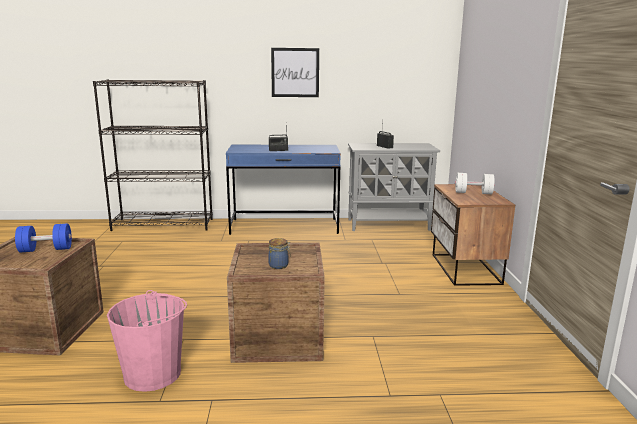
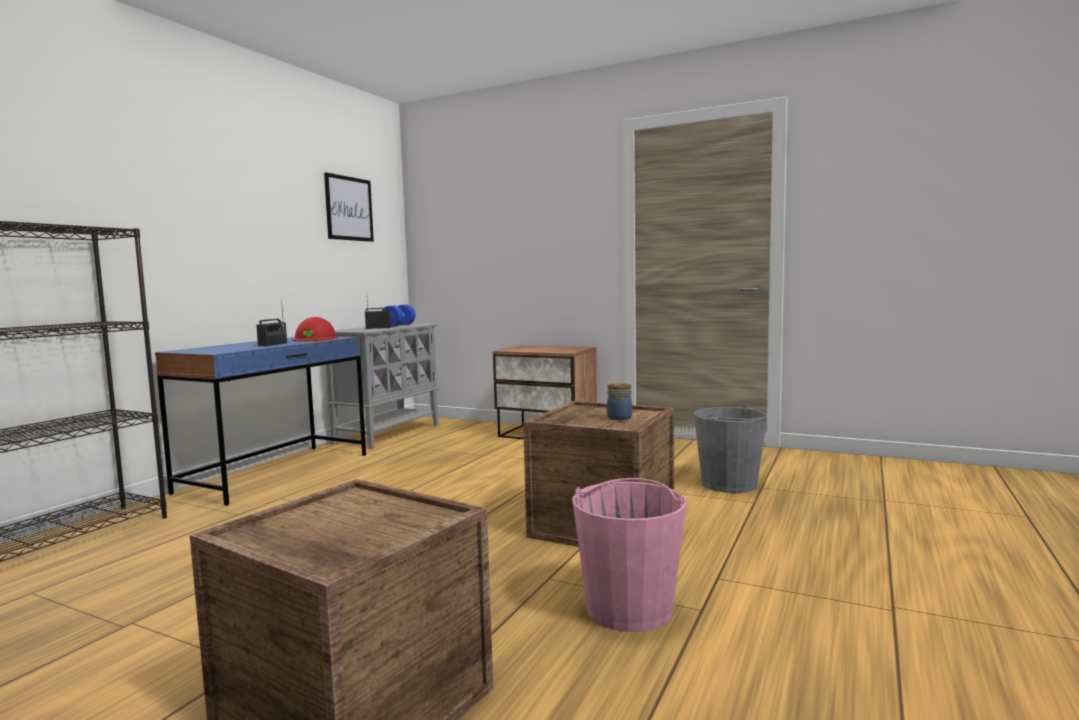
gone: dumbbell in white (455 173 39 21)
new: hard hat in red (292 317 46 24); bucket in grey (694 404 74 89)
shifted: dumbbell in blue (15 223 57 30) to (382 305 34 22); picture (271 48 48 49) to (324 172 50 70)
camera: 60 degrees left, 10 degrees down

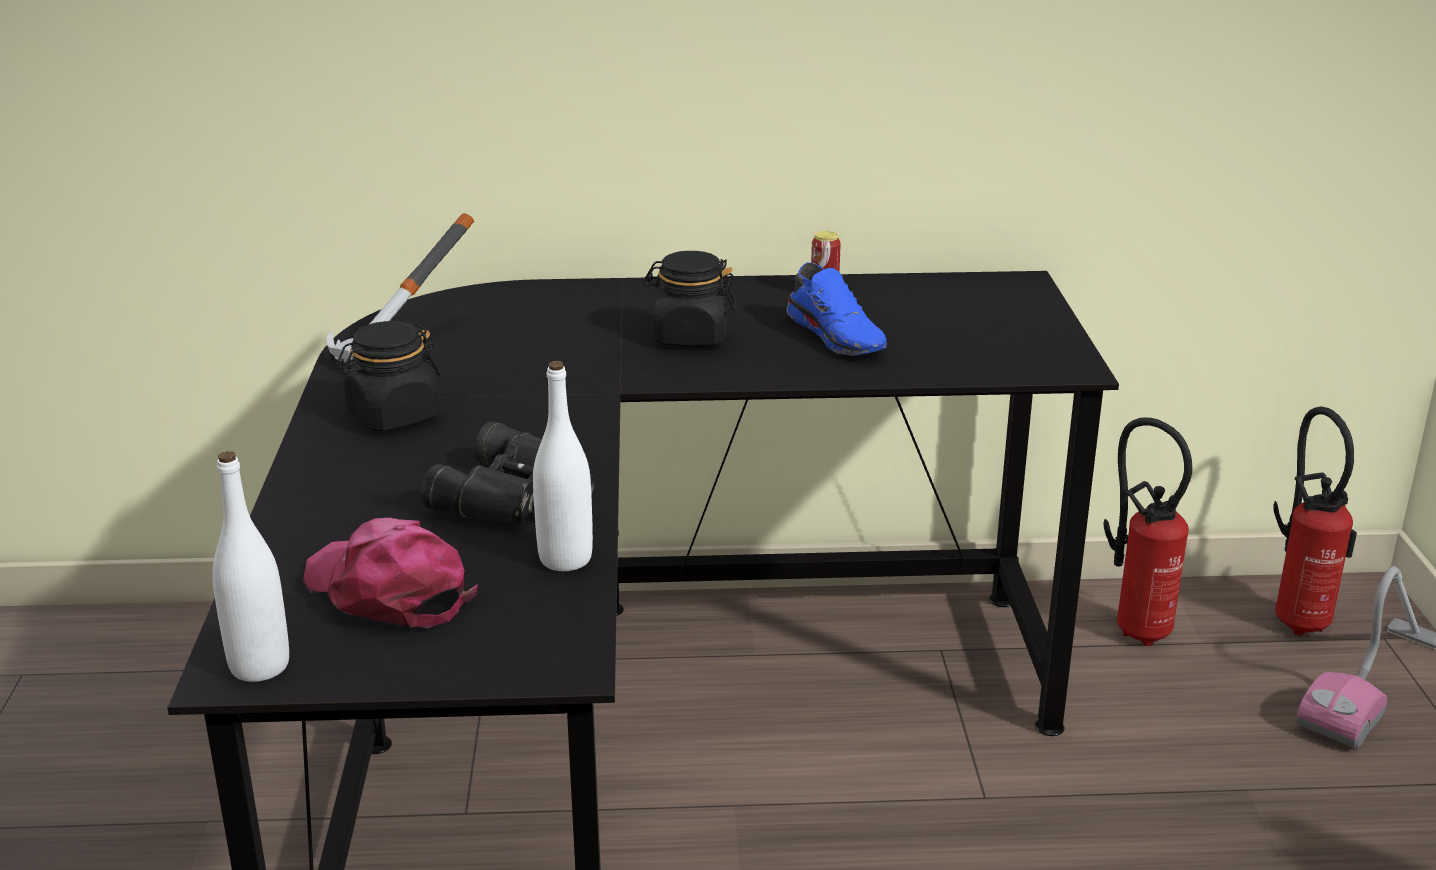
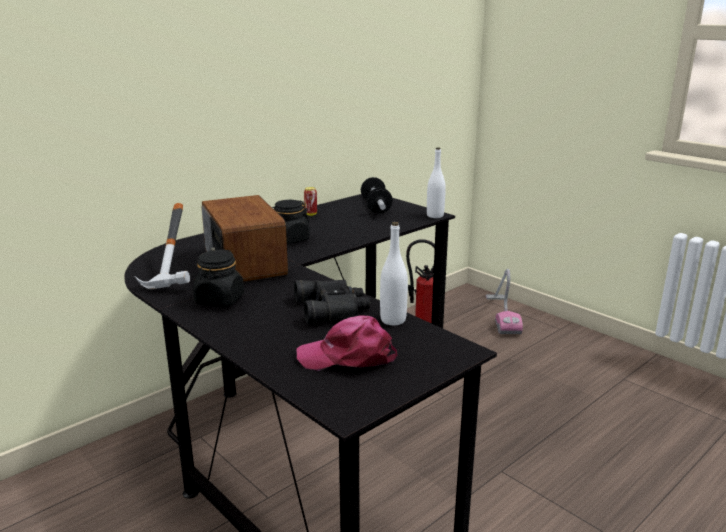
gone: shoe in blue (787 262 100 94); fire extinguisher (1273 406 84 230)
new: radio (202 195 86 86); dumbbell (361 177 32 37)
shifted: bottle in white (212 451 77 231) to (427 147 19 71)
camera: 40 degrees left, 5 degrees down

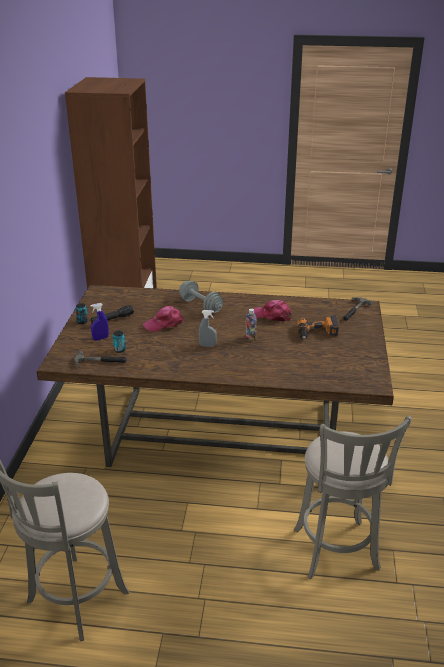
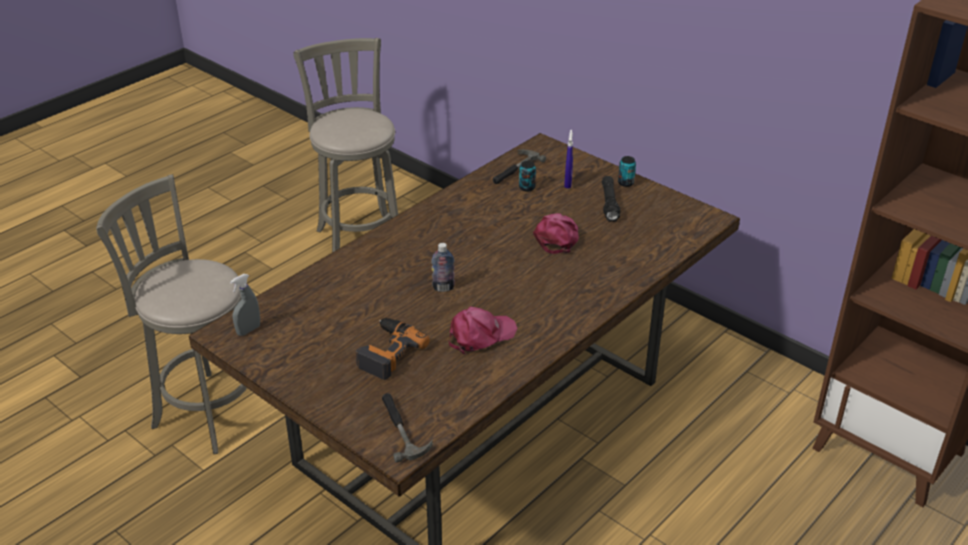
gone: dumbbell in grey (179 281 44 32)
shifted: spray bottle in grey (199 310 18 37) to (230 274 30 62)
camera: 125 degrees right, 5 degrees up

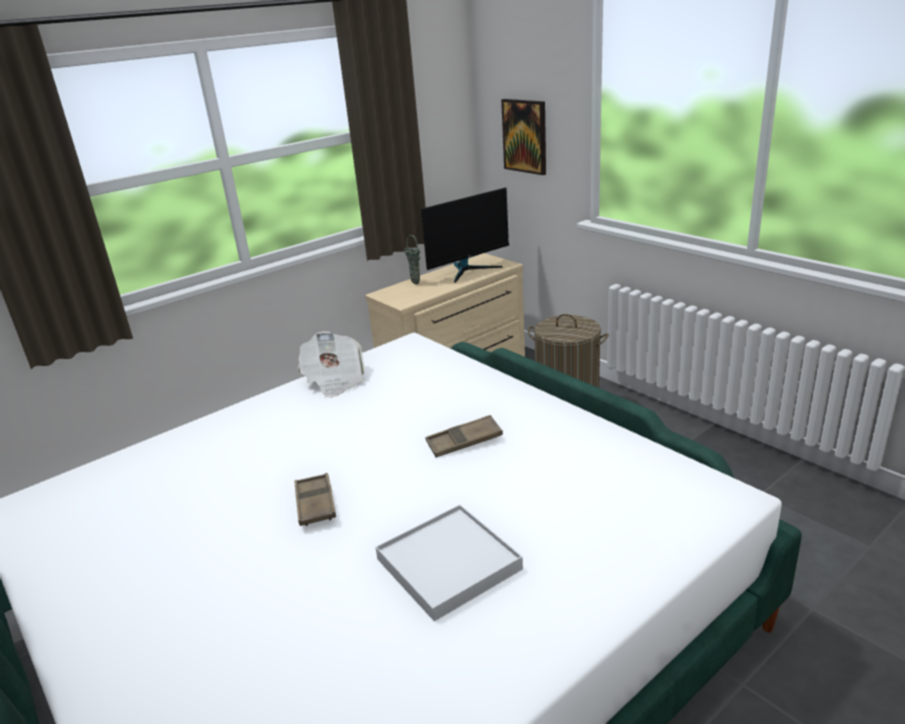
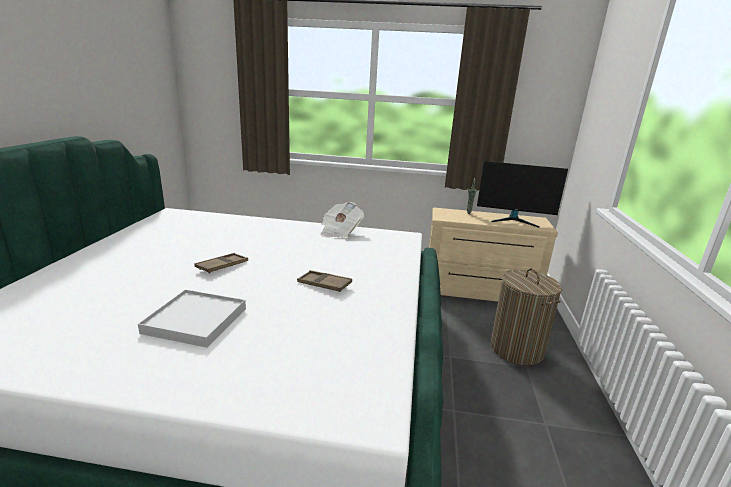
gone: picture (501 99 45 76)
camera: 45 degrees right, 5 degrees down

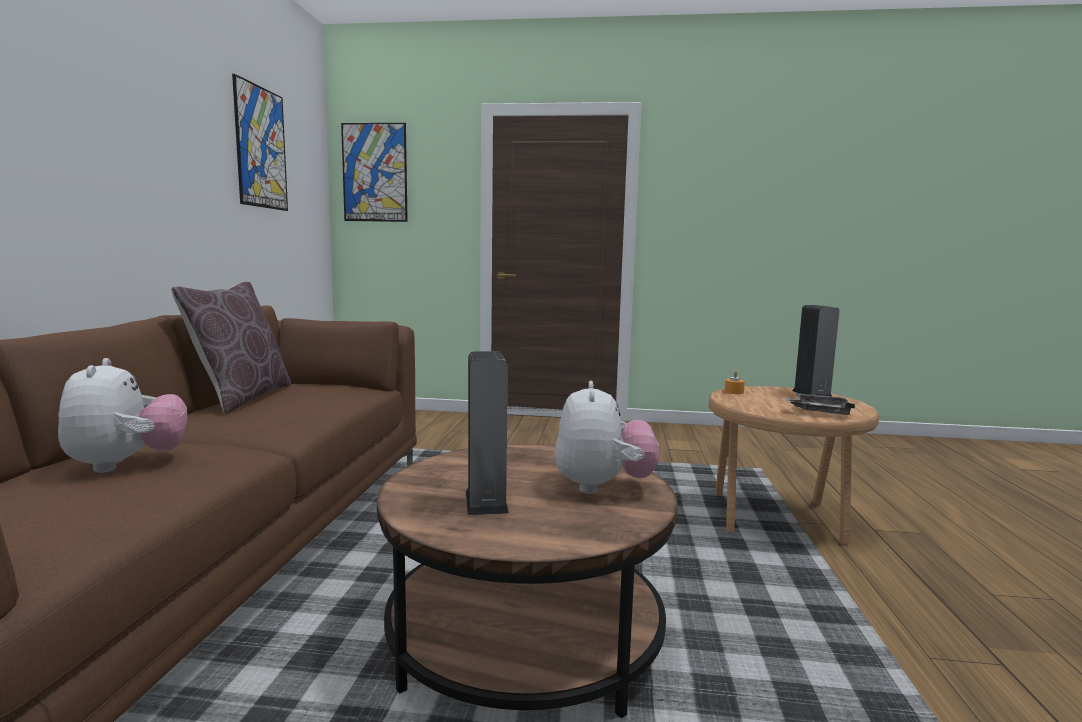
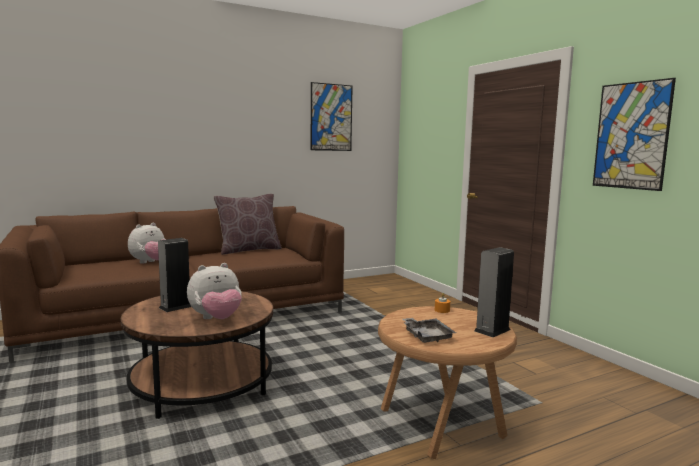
shifted: picture (341 123 67 99) to (593 78 83 113)
camera: 55 degrees right, 0 degrees up

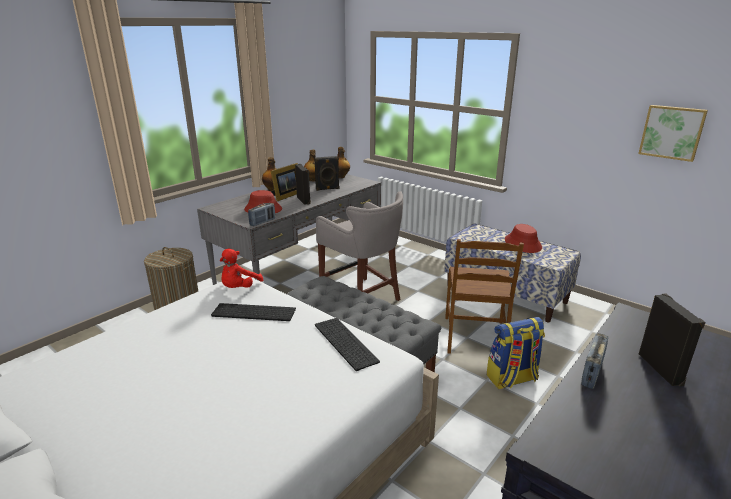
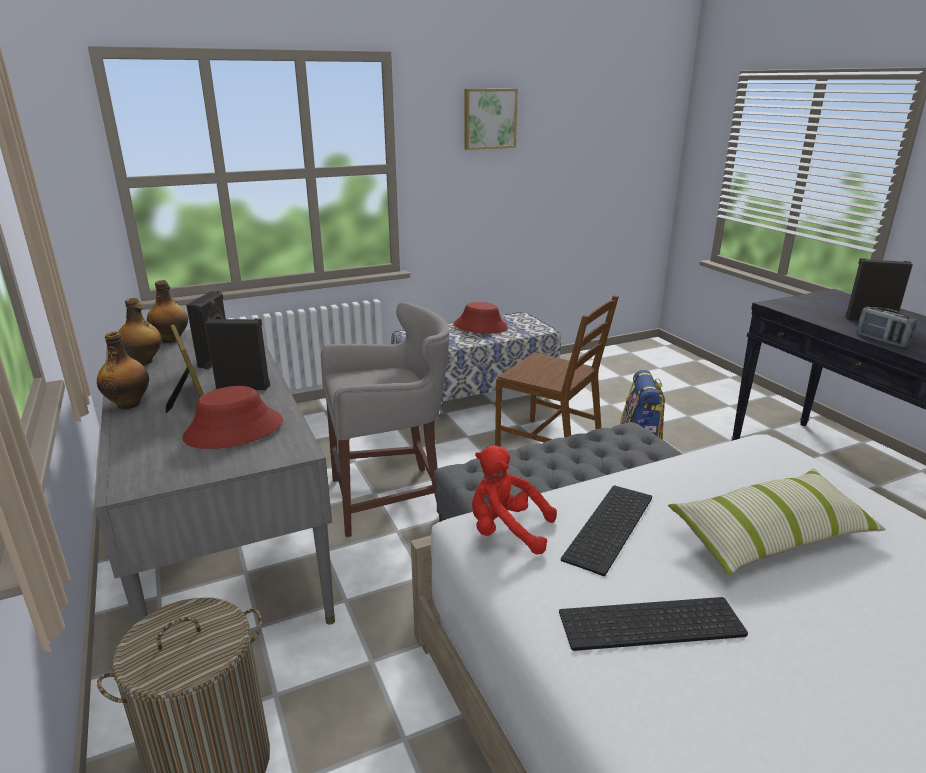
gone: radio (248 203 27 23)
new: pillow (668 468 218 108)
shifted: keyboard (315 318 65 53) to (559 597 189 54); picture (638 105 70 57) to (464 89 54 61)
rotated: plush toy in red (220 248 43 40) = (472 445 85 109) 150 degrees clockwise
camera: 65 degrees left, 0 degrees up

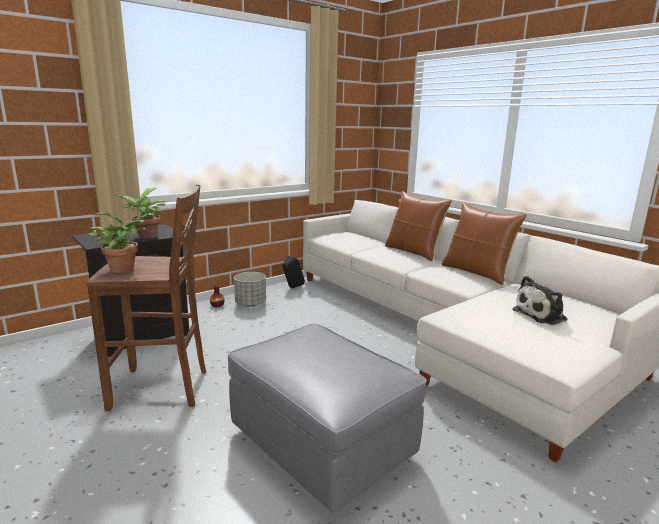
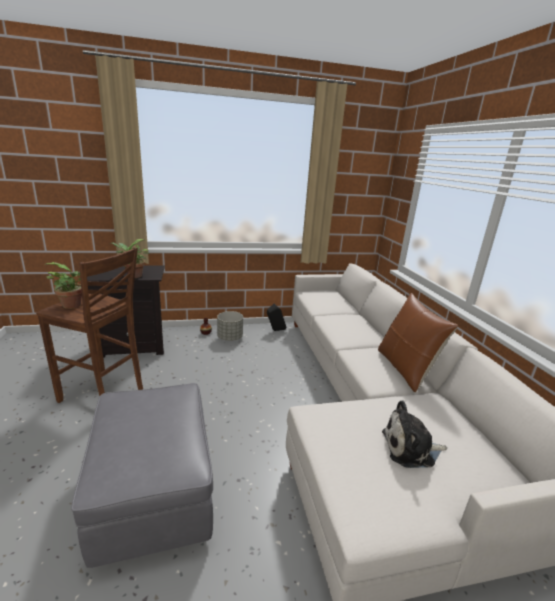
gone: pillow in brown (385 191 67 70)
camera: 25 degrees right, 5 degrees up

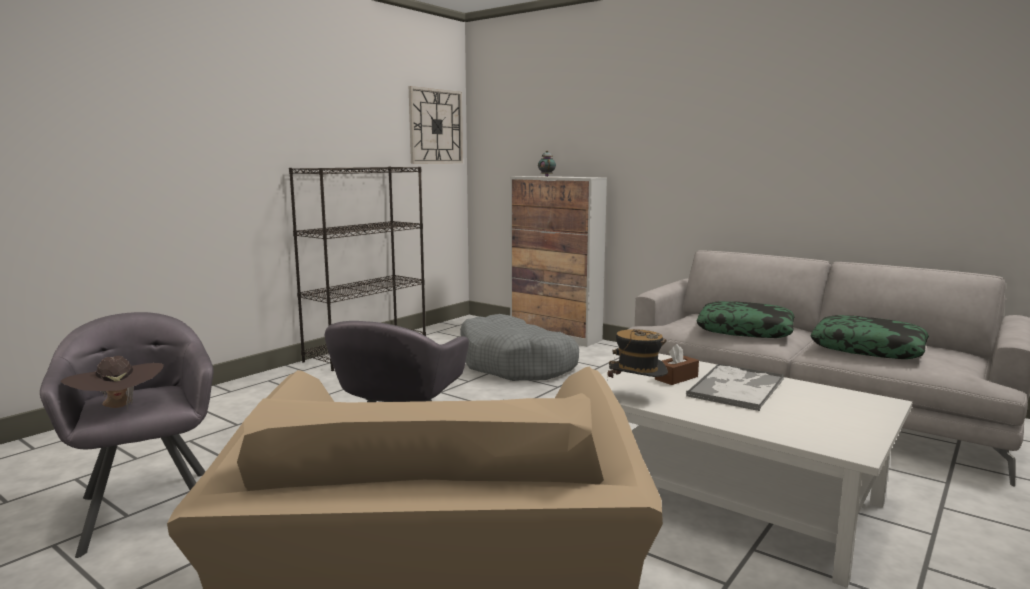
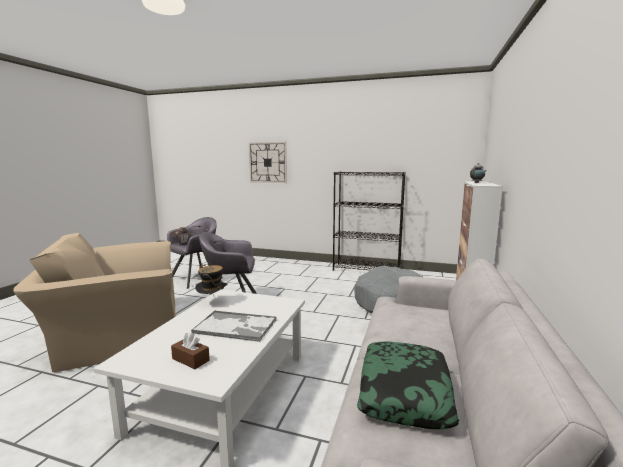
gone: pillow (696 301 98 37)
shifted: wall clock (409 86 54 78) to (249 142 38 41); tissue box in brown (655 344 44 41) to (171 332 39 37)
camera: 70 degrees right, 0 degrees up

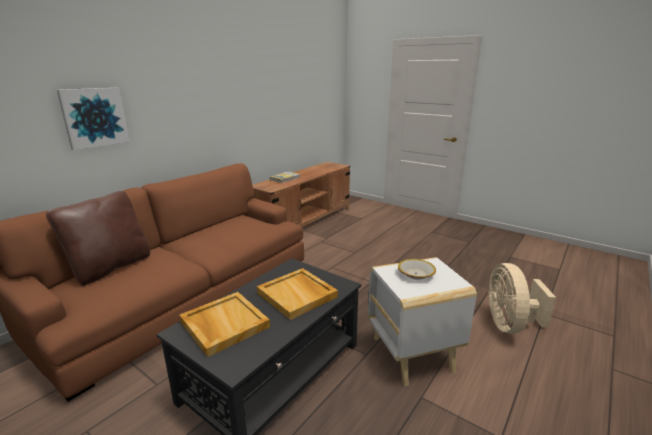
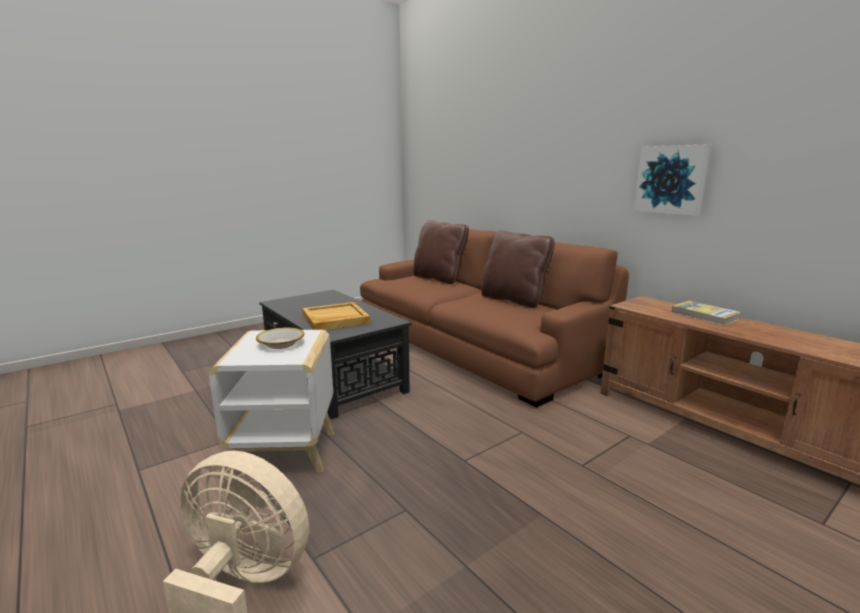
gone: tray in beige (179 292 91 65)
new: pillow in brown (481 230 74 78)
shifted: picture (57 88 73 62) to (634 144 77 72)
camera: 105 degrees right, 5 degrees down

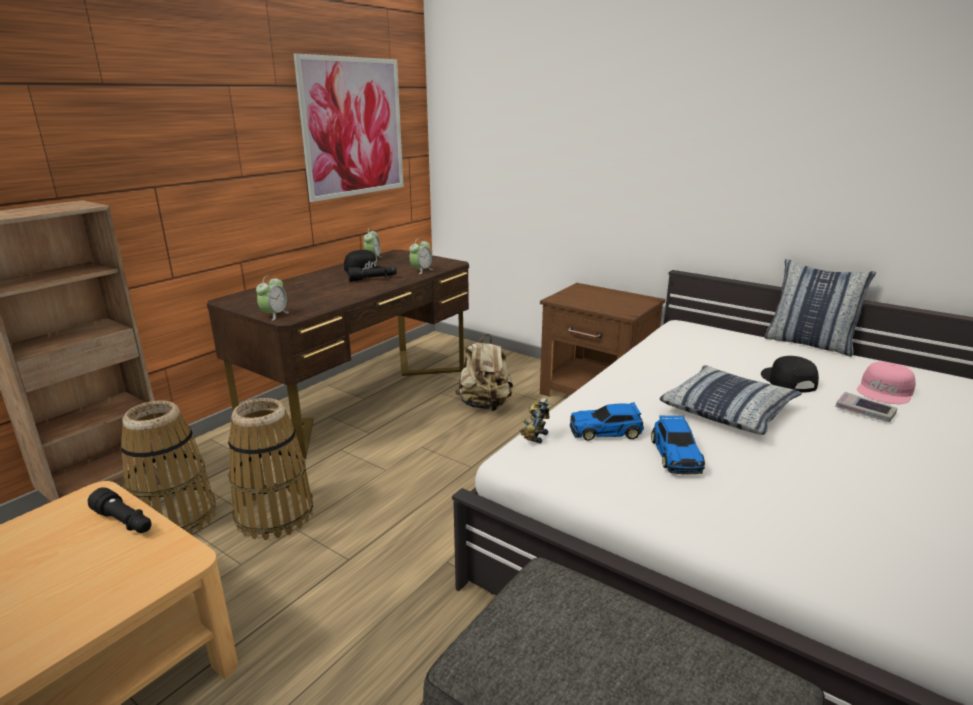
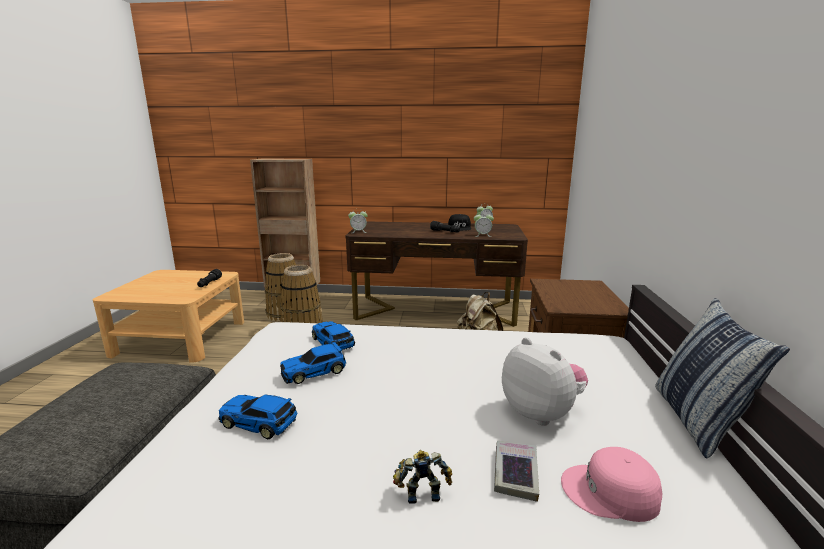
gone: picture (293 54 111 148); pillow (660 365 142 70)
new: toy car (218 395 80 44)
shifted: toy robot (519 398 31 45) to (393 450 59 54)
swapped: cap in black (761 356 58 37) to plush toy (502 337 86 89)
camera: 60 degrees right, 5 degrees down

